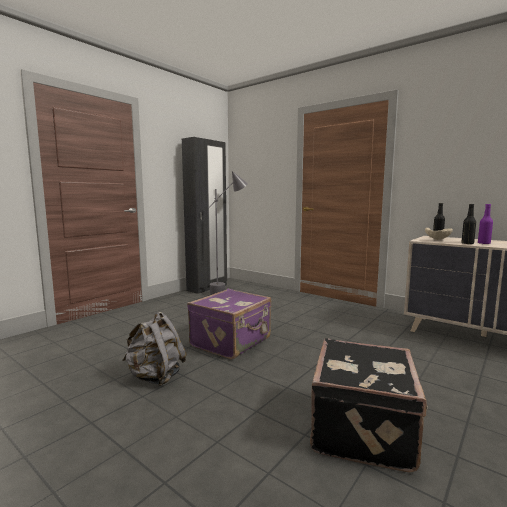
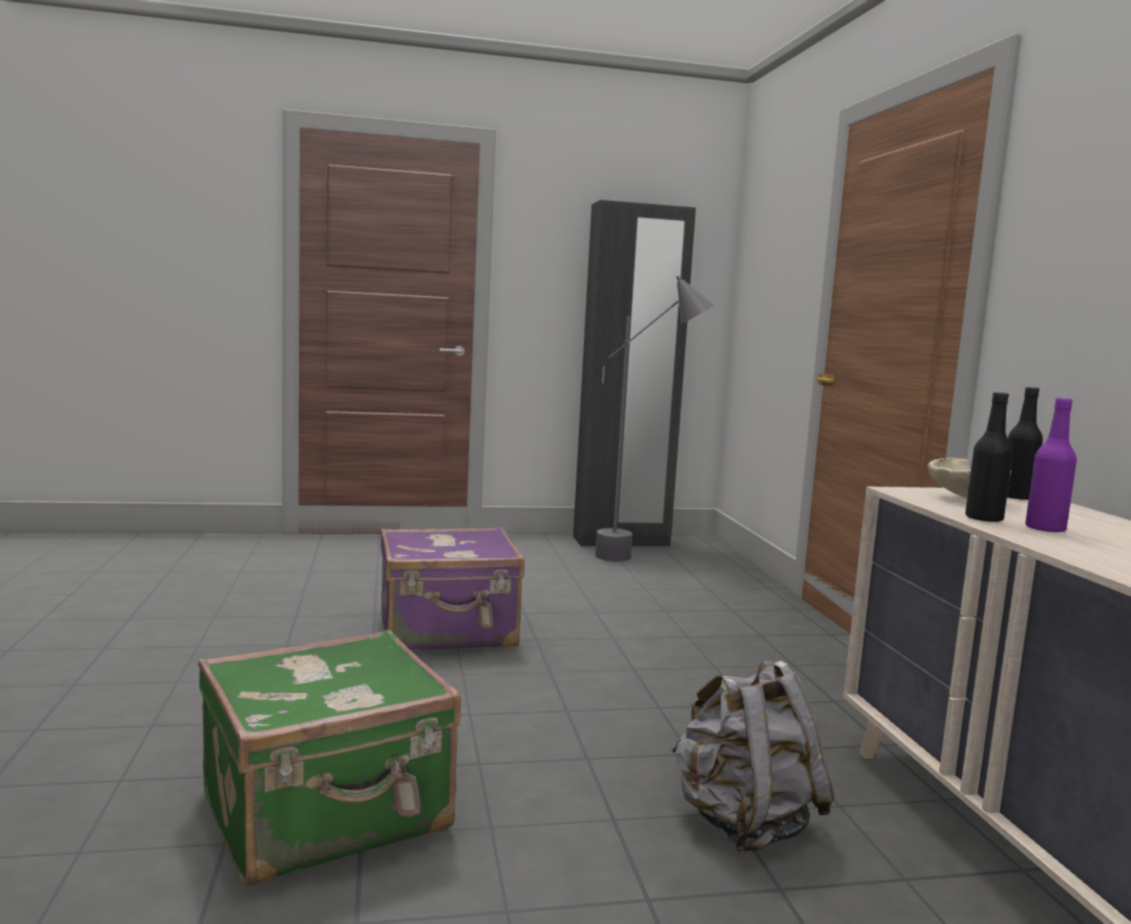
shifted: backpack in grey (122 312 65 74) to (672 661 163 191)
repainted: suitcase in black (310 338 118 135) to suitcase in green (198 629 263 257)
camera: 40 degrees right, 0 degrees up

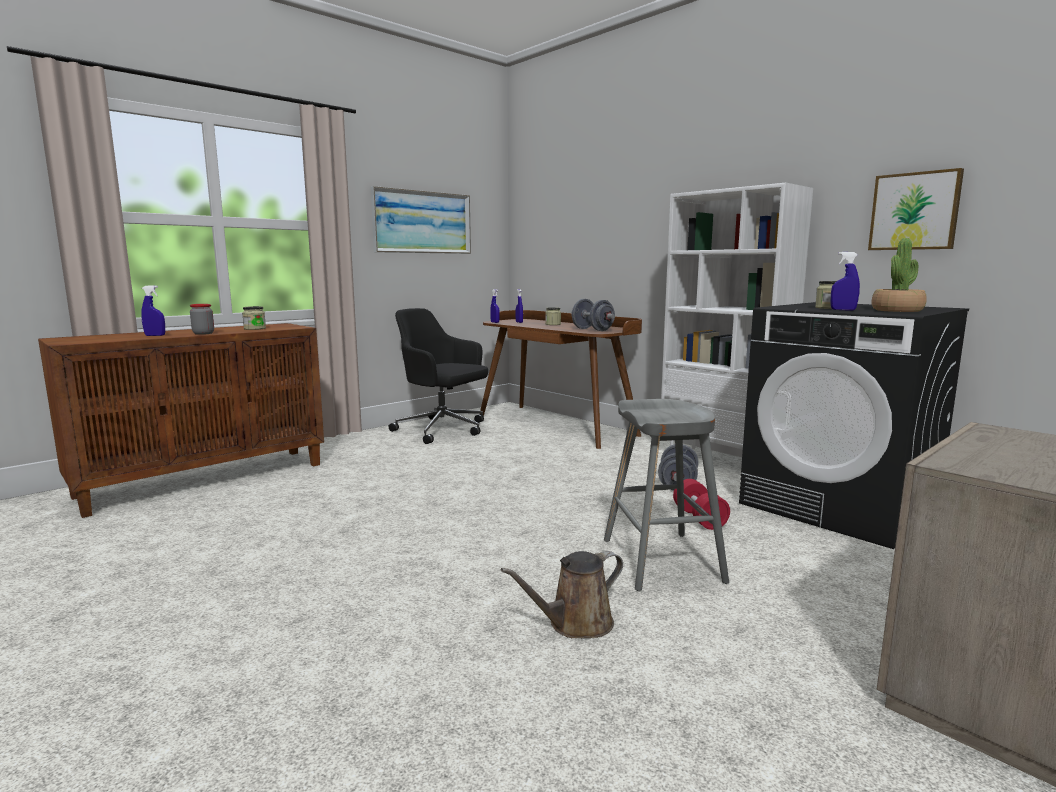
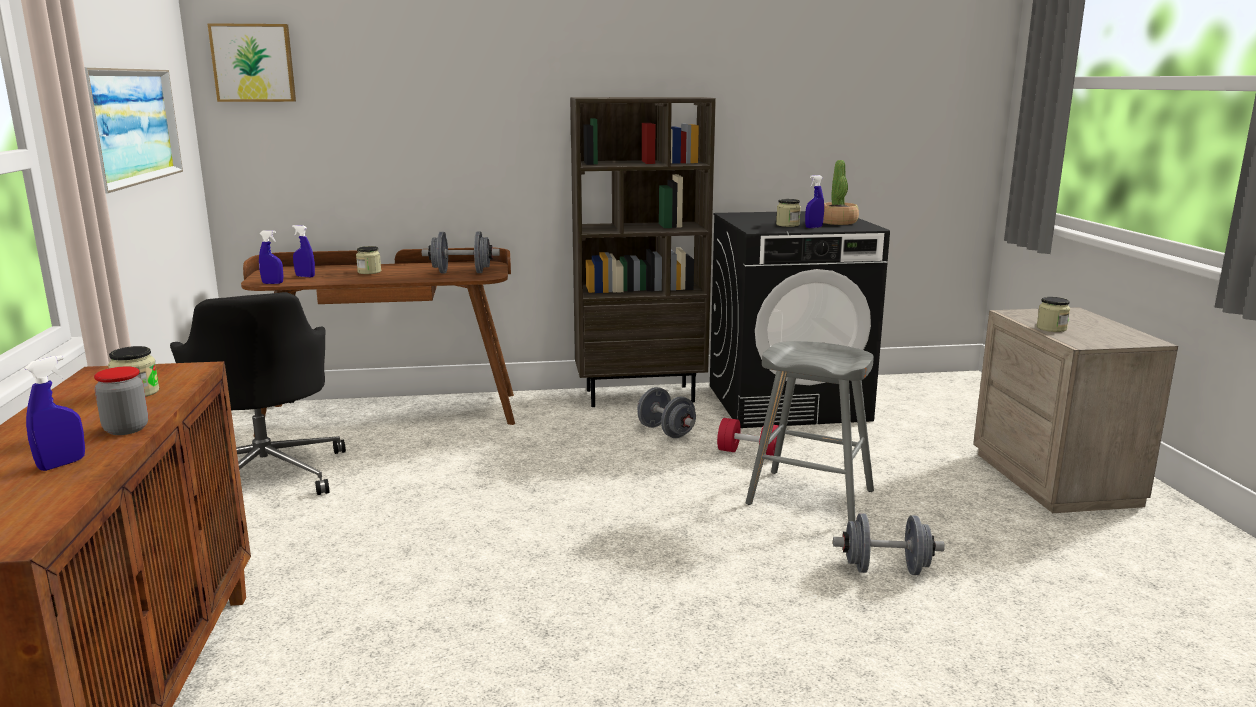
new: jar (1036 297 34 35)
shifted: picture (868 168 96 82) to (207 23 89 79)
swapped: watering can in brown (501 551 122 87) to dumbbell in grey (833 513 112 62)
repainted: bookcase in white (661 183 152 266) to bookcase in brown (570 97 146 310)
rotated: office chair in black (389 308 99 136) = (170 292 176 203) 90 degrees counterclockwise
camera: 55 degrees left, 5 degrees up

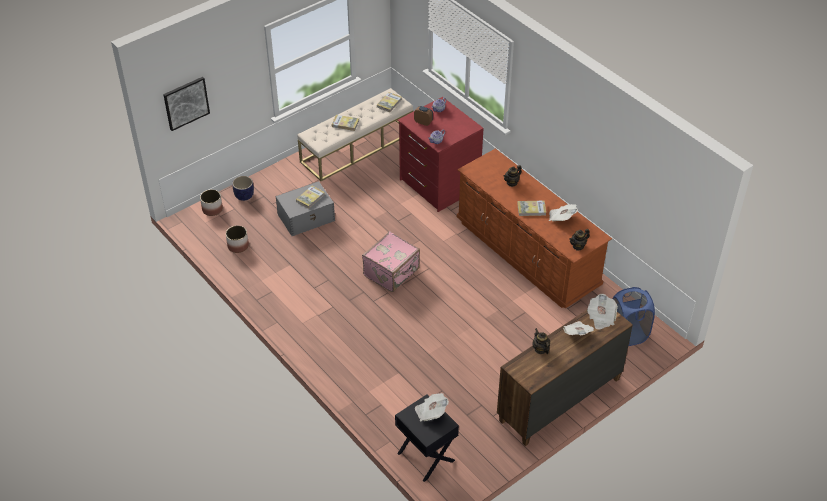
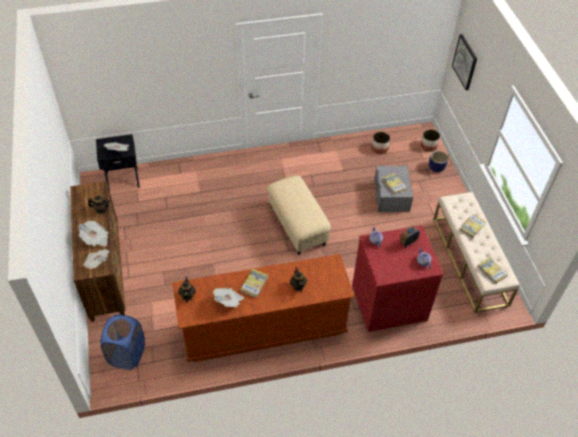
swapped: suitcase in pink (362 231 58 61) to ottoman in beige (267 176 64 79)
camera: 115 degrees right, 5 degrees up

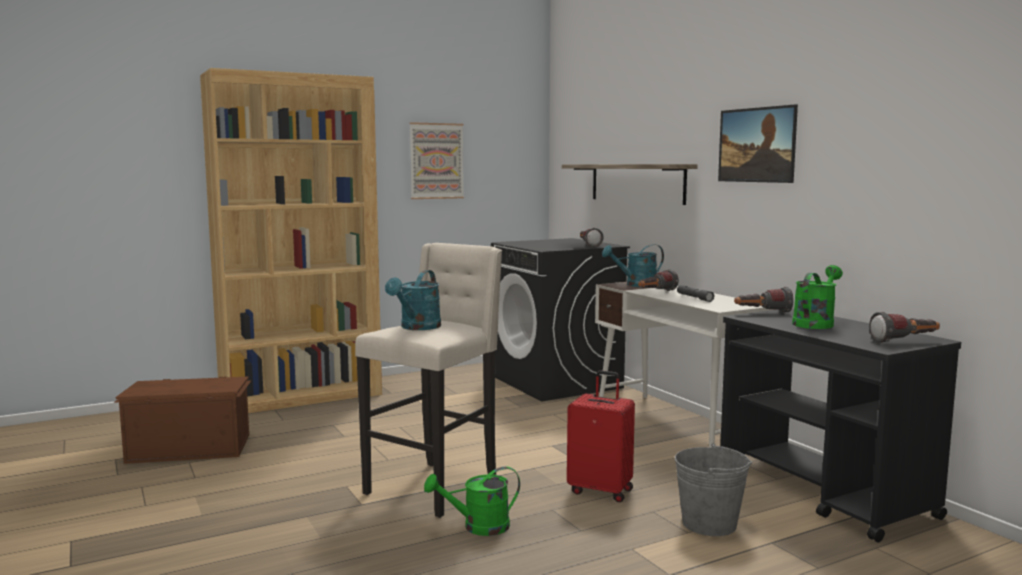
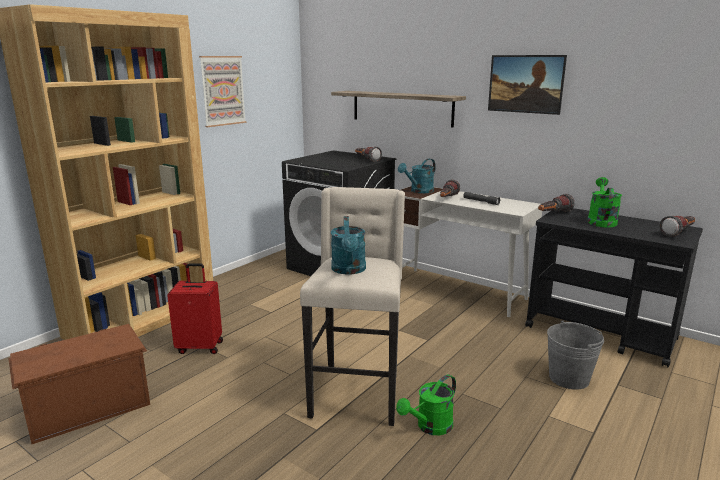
shifted: suitcase in red (567 370 68 132) to (167 263 56 91)
camera: 25 degrees left, 10 degrees up

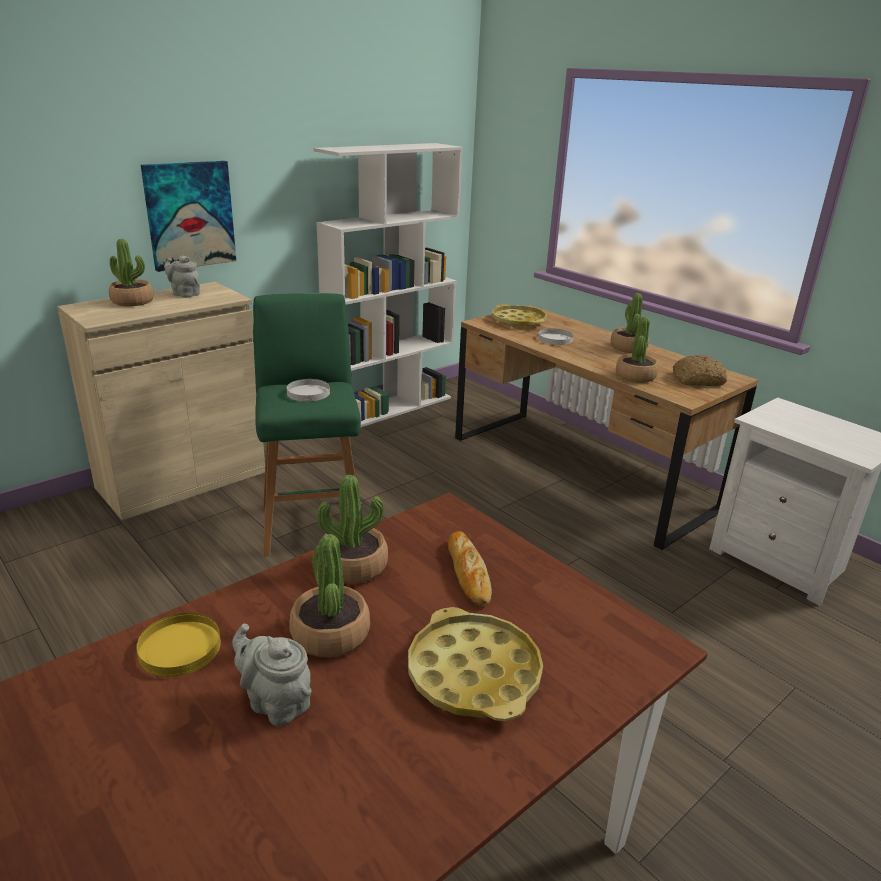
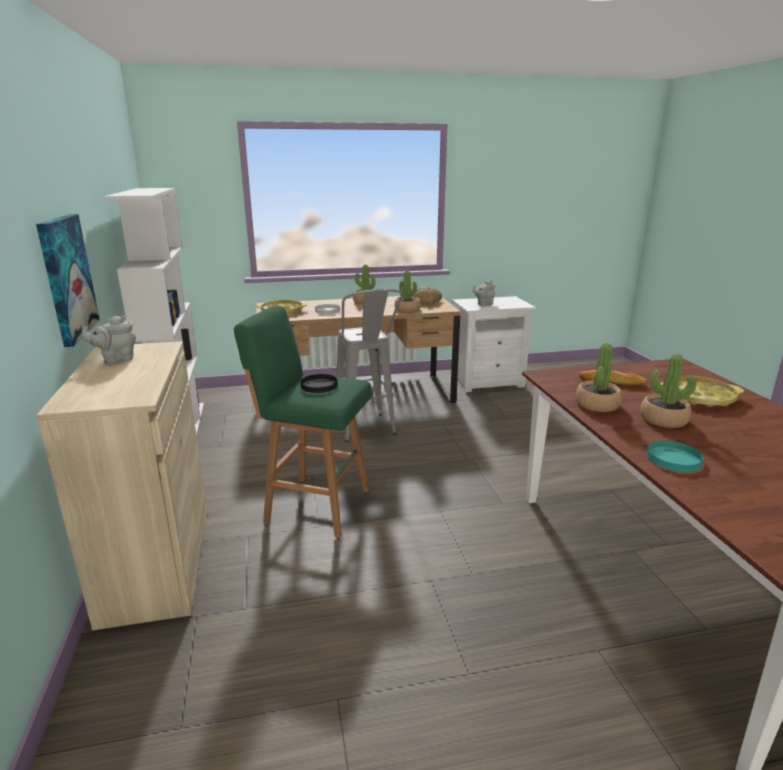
gone: potted plant (109 239 45 67)
new: stool in grey (336 289 67 153)
shifted: teapot in grey (232 624 80 102) to (473 281 22 25)
repainted: plate in yellow (136 613 85 64) to plate in turquoise (646 440 58 32); plate in white (287 379 43 23) to plate in black (300 374 38 19)
camera: 60 degrees left, 5 degrees down

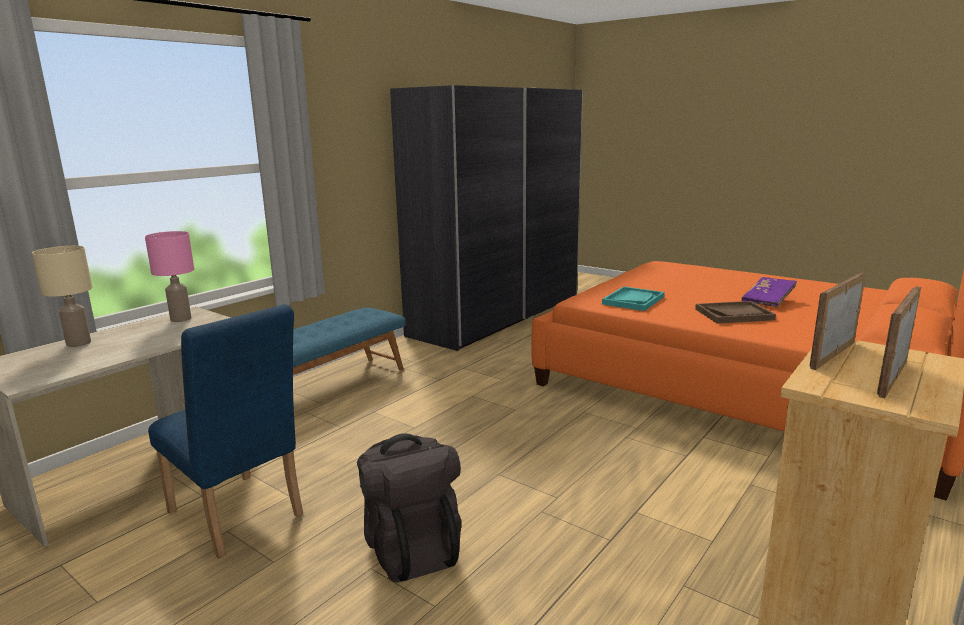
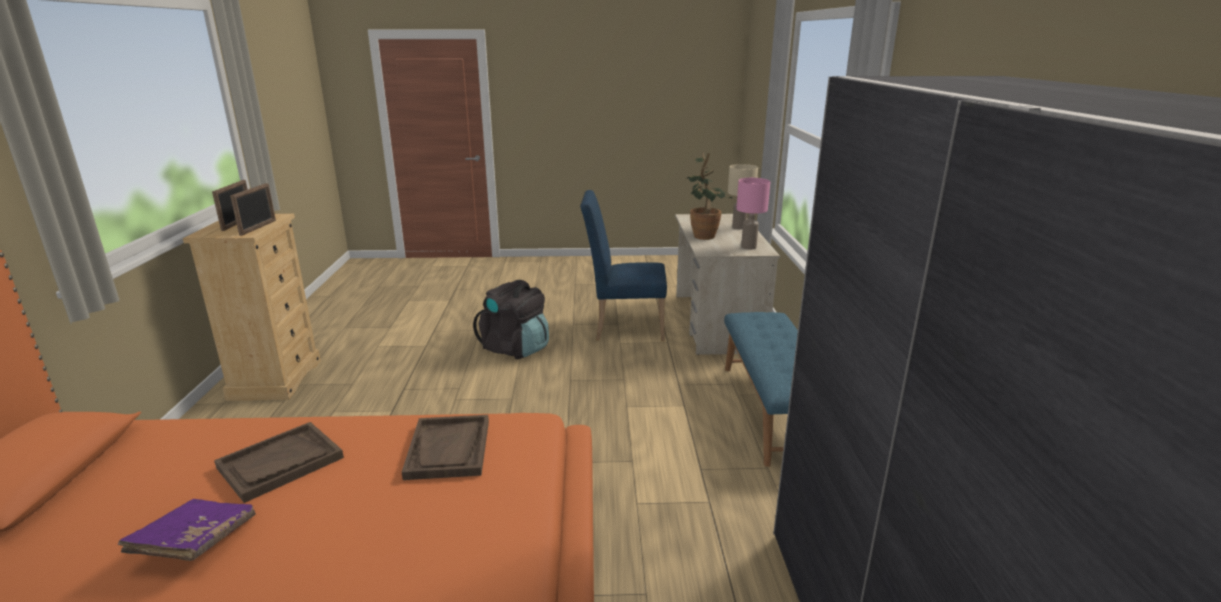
new: potted plant (686 153 46 87)
repainted: tray in turquoise (602 287 62 24) to tray in brown (402 415 87 65)
camera: 140 degrees right, 5 degrees up

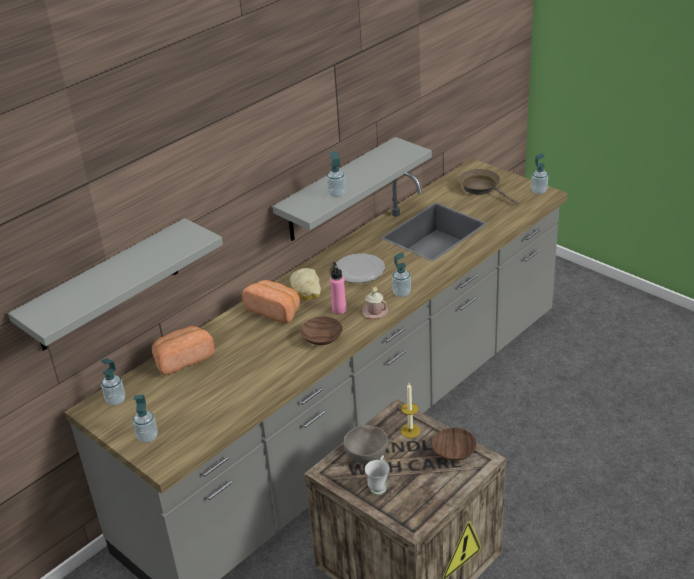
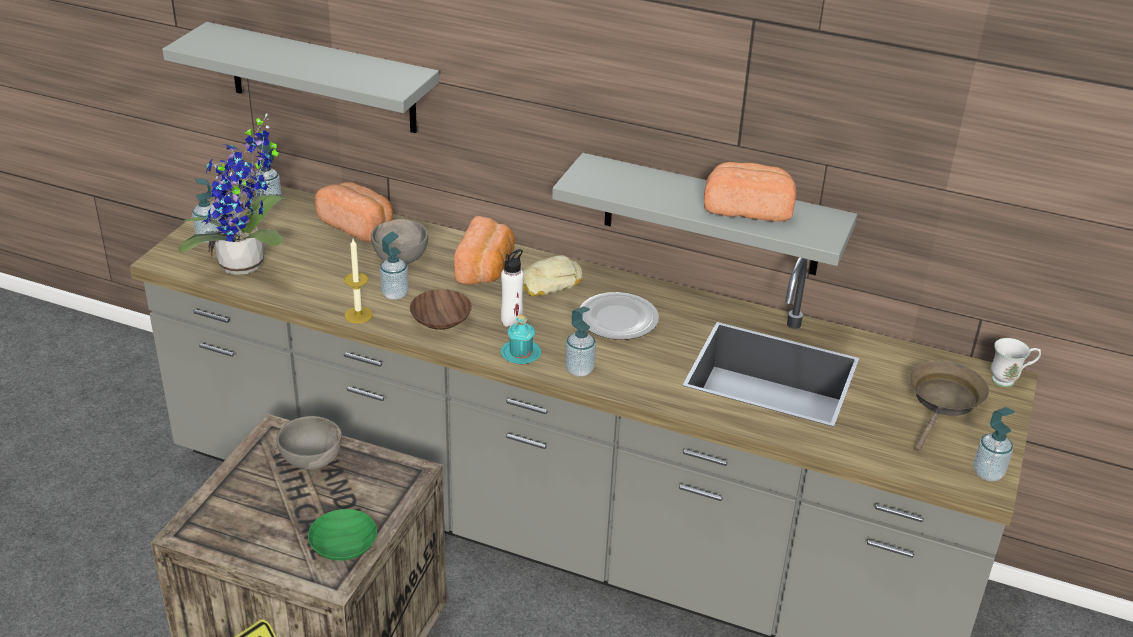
new: potted plant (178 113 108 162); bowl in grey (371 219 57 45); bread (704 162 92 60)
shifted: soap dispenser (327 151 19 47) to (380 231 29 69); mug in white (365 455 25 40) to (991 338 50 49); candle (401 383 19 55) to (344 239 29 85)
repainted: bottle in pink (330 262 17 52) to bottle in white (501 249 23 78); mug in pink (362 286 26 33) to mug in turquoise (501 314 40 50); bowl in brown (432 428 44 33) to bowl in green (308 509 69 52)
camera: 65 degrees right, 0 degrees up

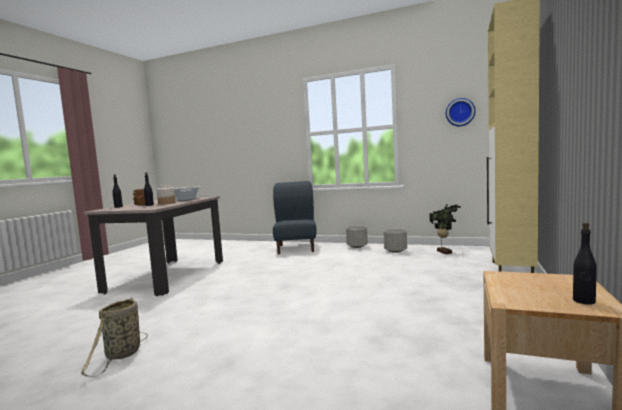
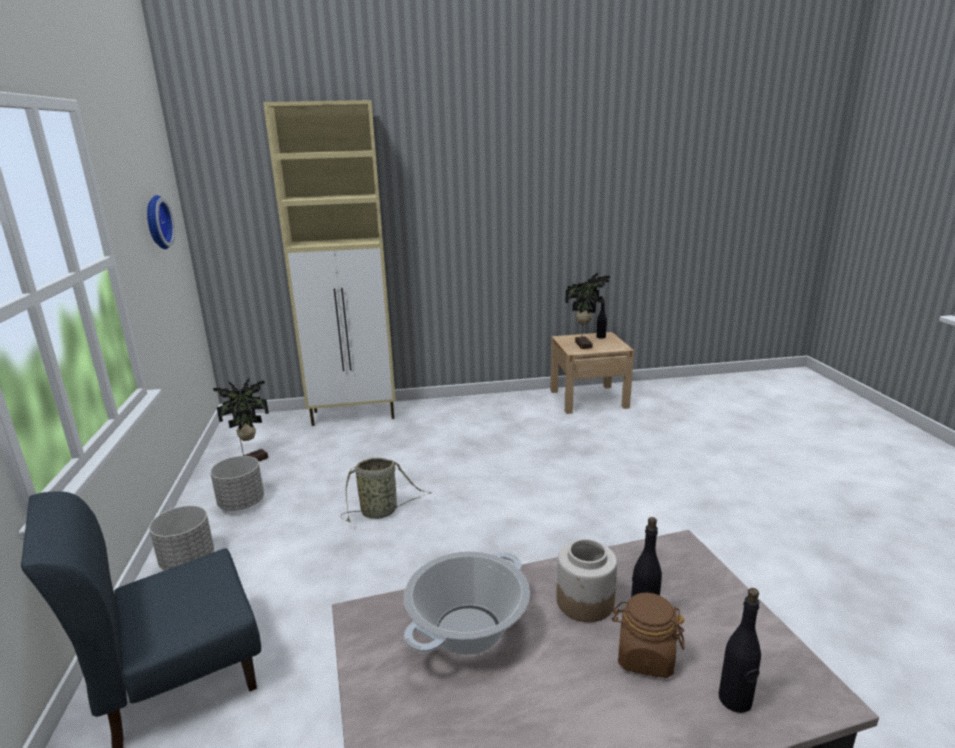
new: potted plant (565 273 45 76)
shifted: basket (81 298 67 79) to (341 458 91 64)
camera: 120 degrees left, 15 degrees up

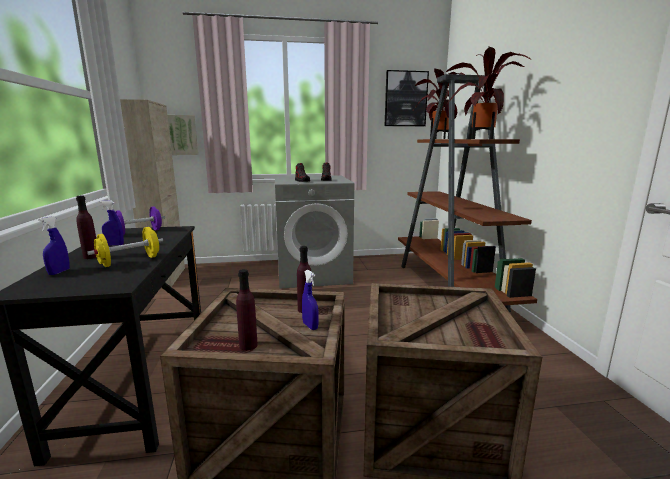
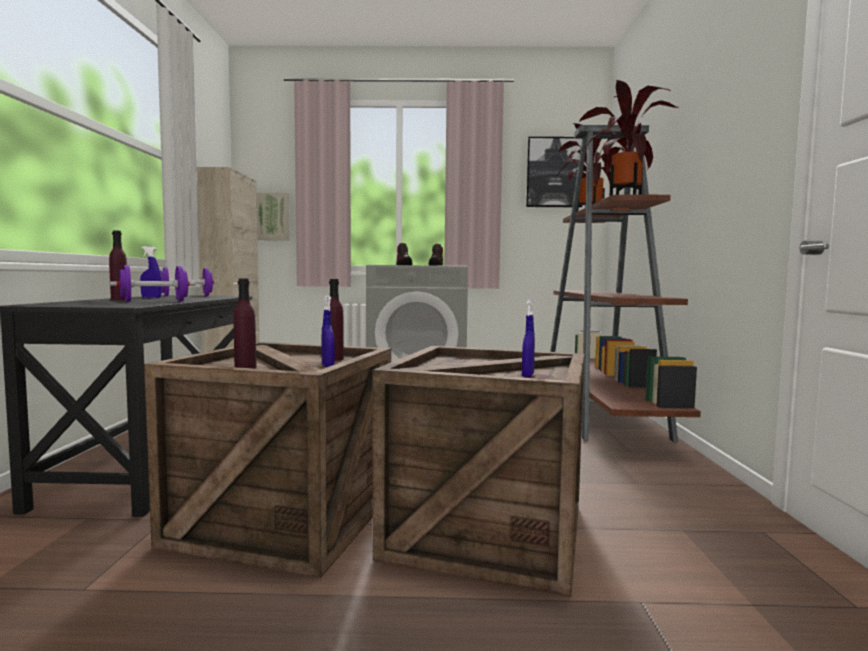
shifted: spray bottle in blue (38 216 32 59) to (522 299 13 79)
repainted: dumbbell in yellow (87 227 76 40) to dumbbell in purple (110 265 85 37)
camera: 10 degrees right, 10 degrees down

